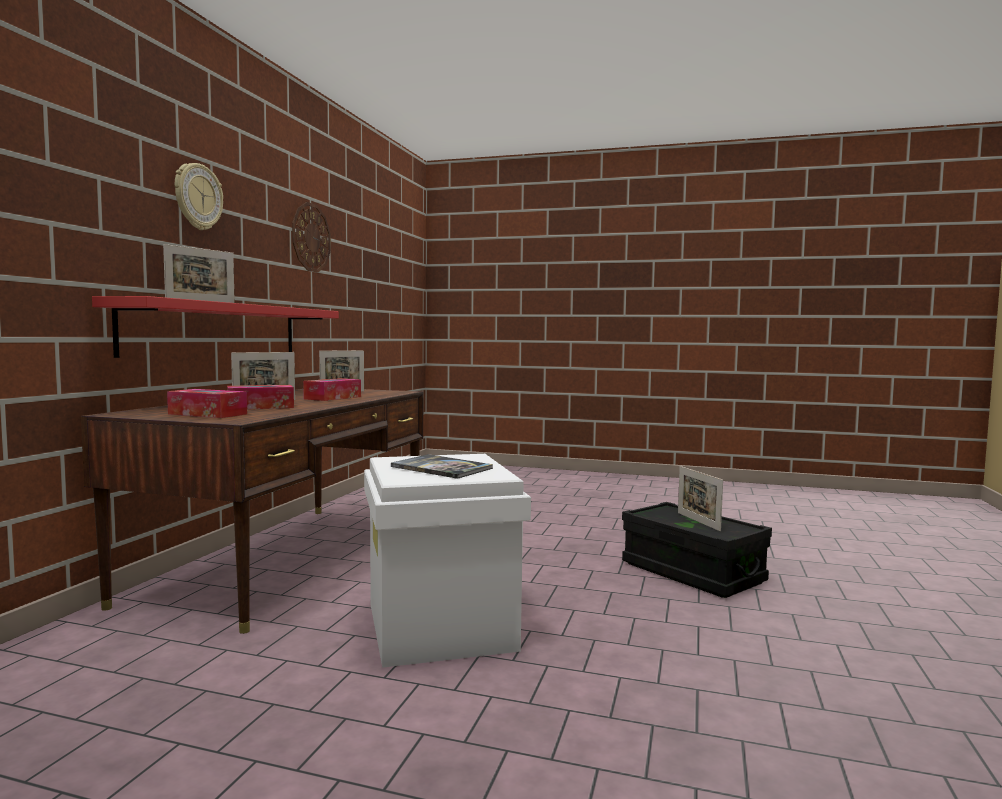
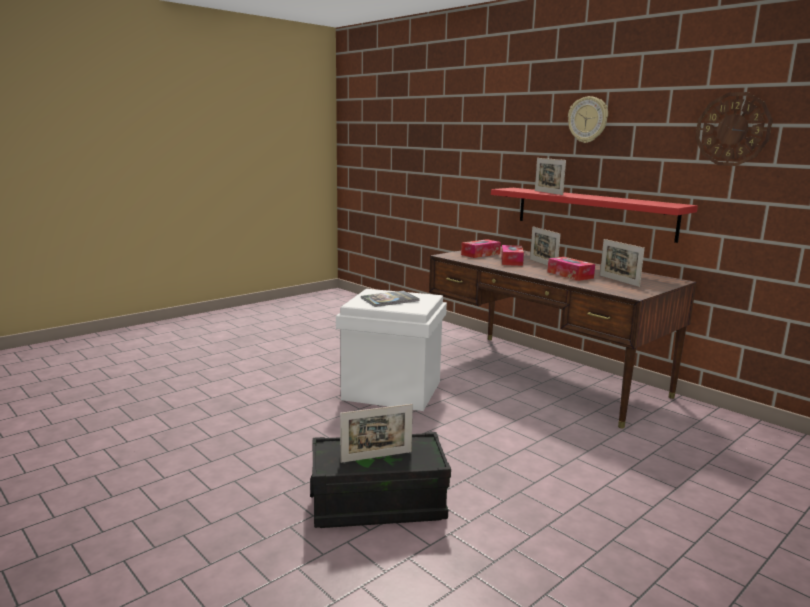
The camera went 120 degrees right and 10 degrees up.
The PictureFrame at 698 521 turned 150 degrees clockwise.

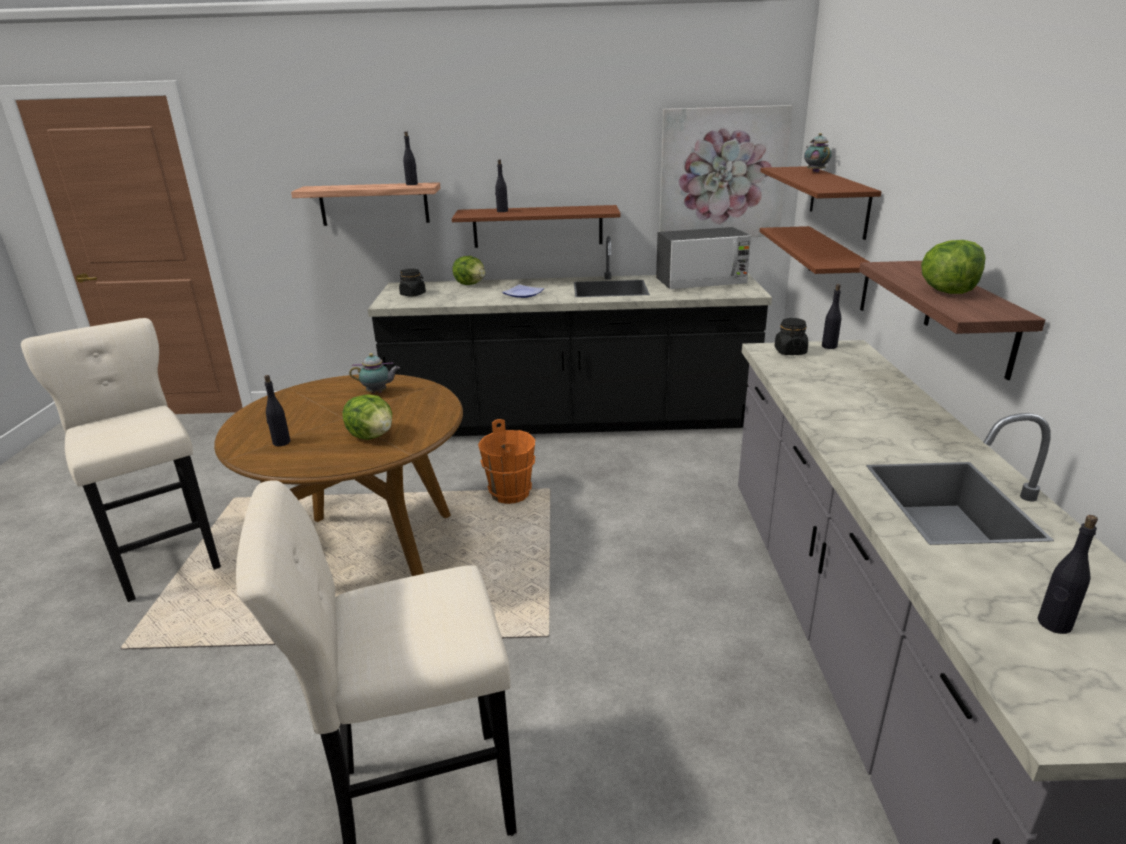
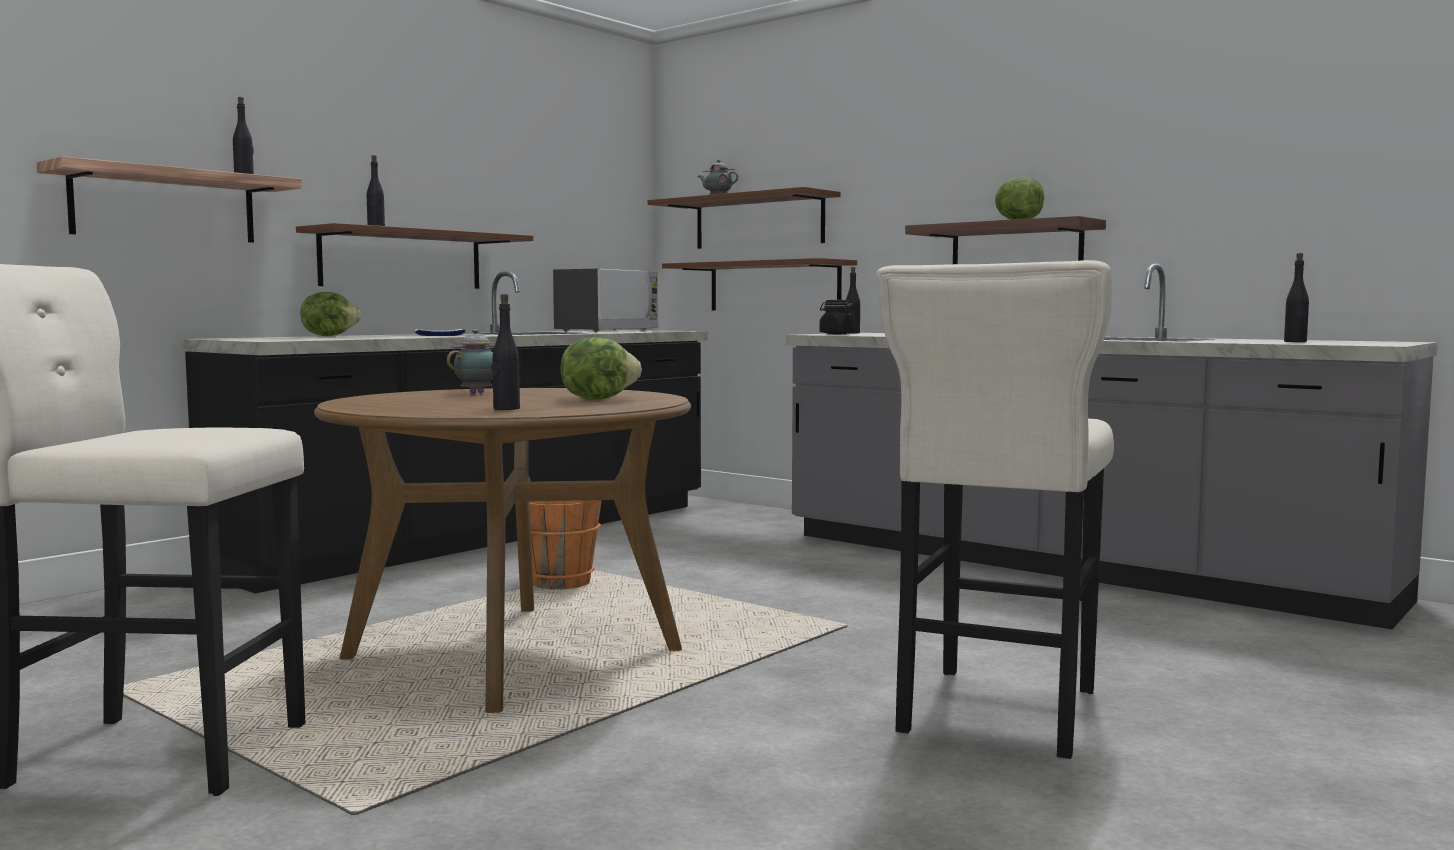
The camera went 50 degrees left and 20 degrees down.
The BlackJar at 413 294 disappeared.
The Picture at 722 174 disappeared.

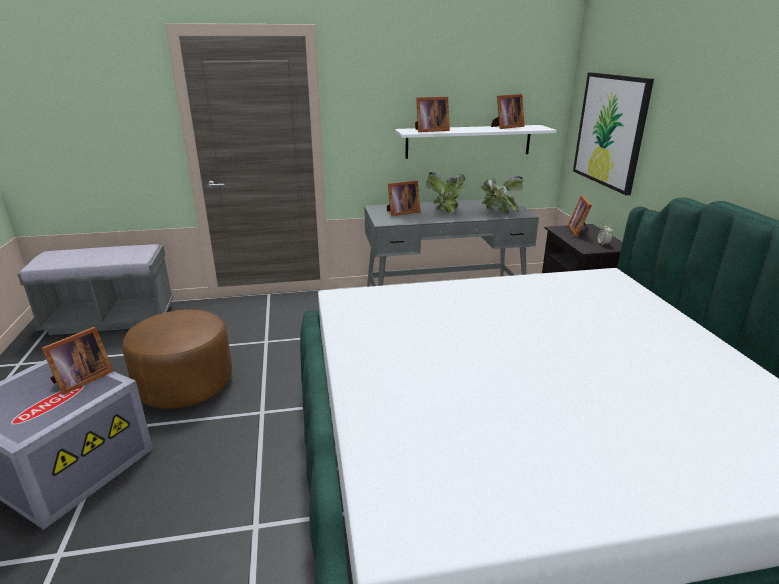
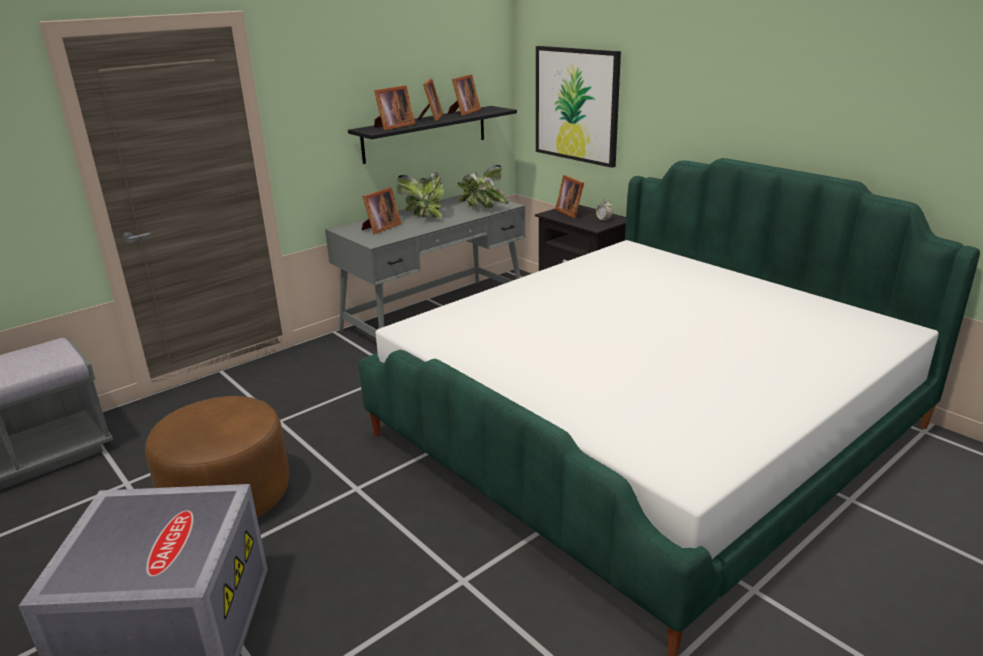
The camera went 30 degrees left and 0 degrees up.
The PictureFrame moved from 81 380 to 431 118.
The WhiteShelf at 468 141 became the BlackShelf at 425 134.

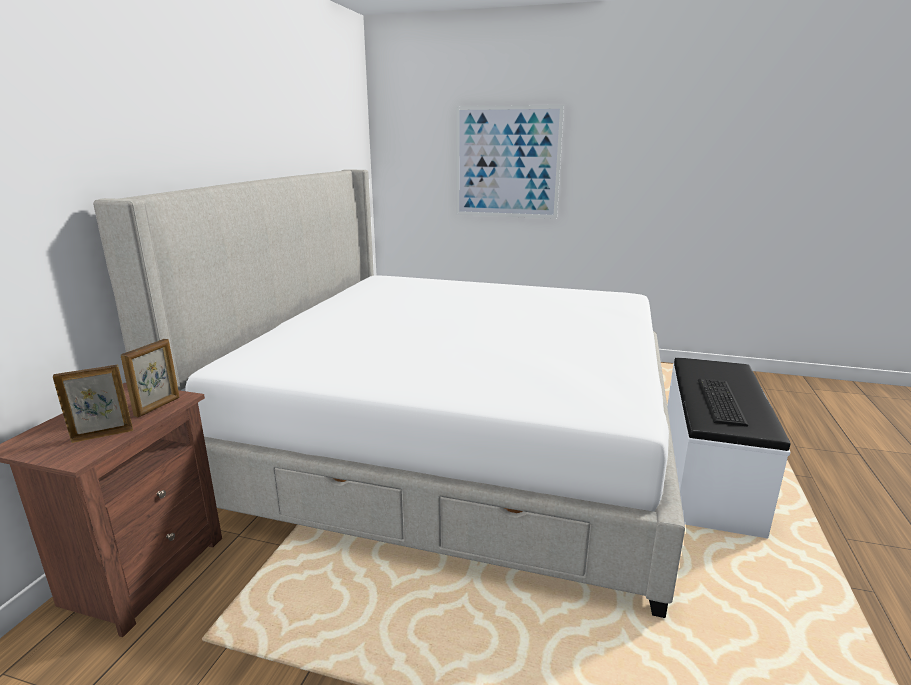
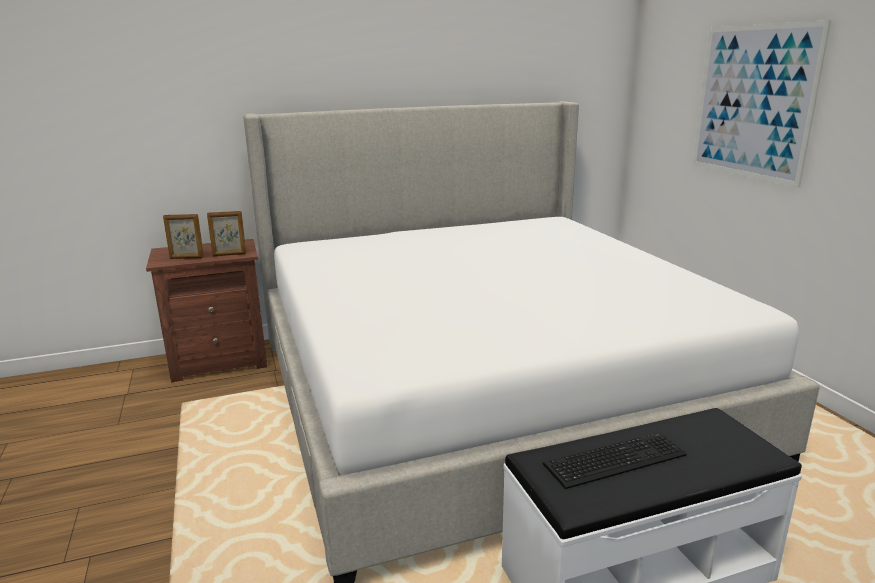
The camera went 55 degrees right and 0 degrees up.
The PictureFrame at 102 435 turned 150 degrees clockwise.

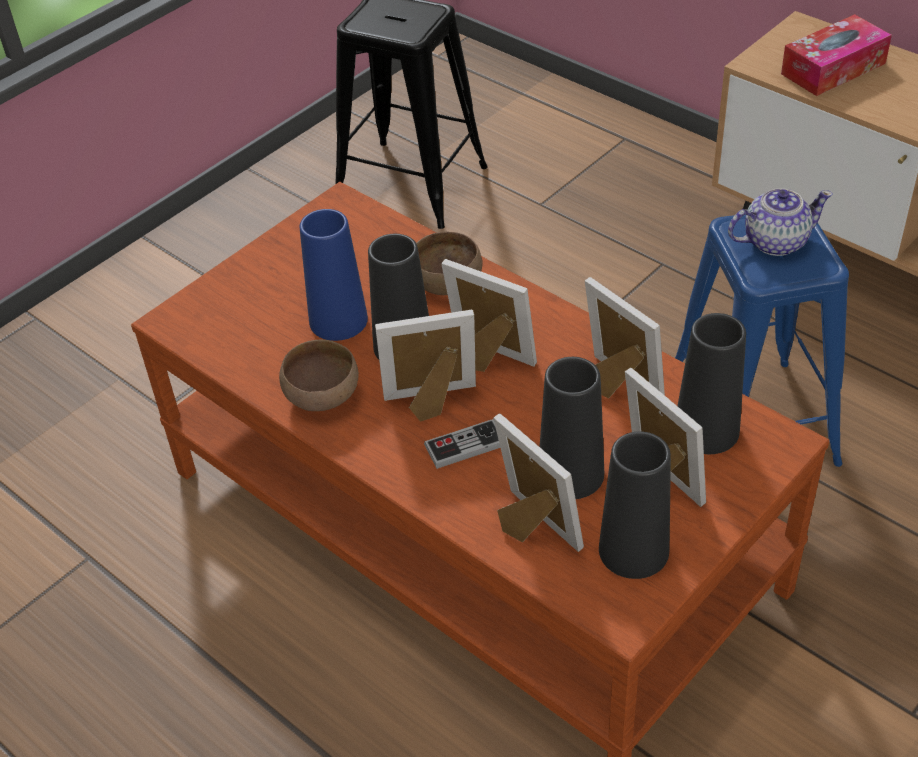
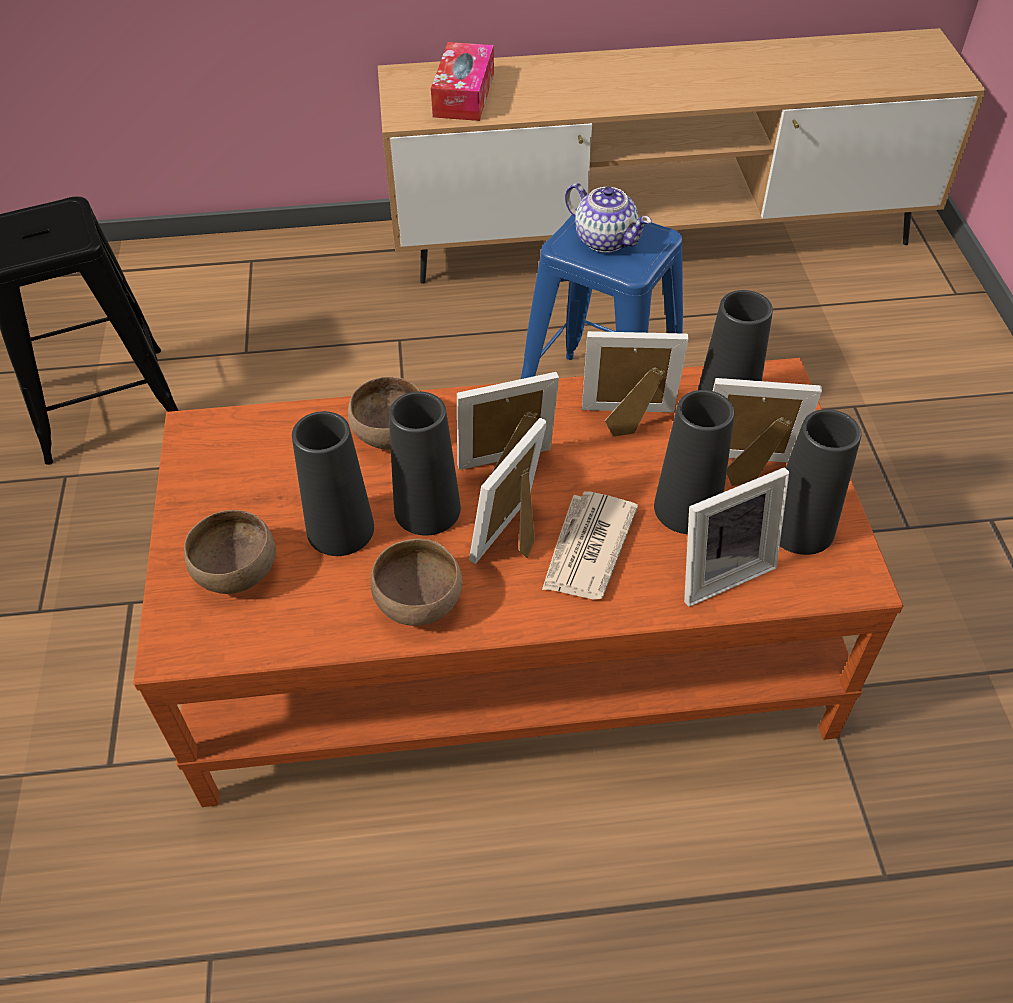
The camera went 50 degrees left and 5 degrees up.
The BlueVase at 338 320 became the BlackVase at 340 529.
The GameController at 465 446 was replaced by the Newspaper at 587 549.
The PictureFrame at 531 529 turned 150 degrees clockwise.
The Teapot at 774 241 turned 105 degrees clockwise.
The BrownBowl at 235 570 appeared.

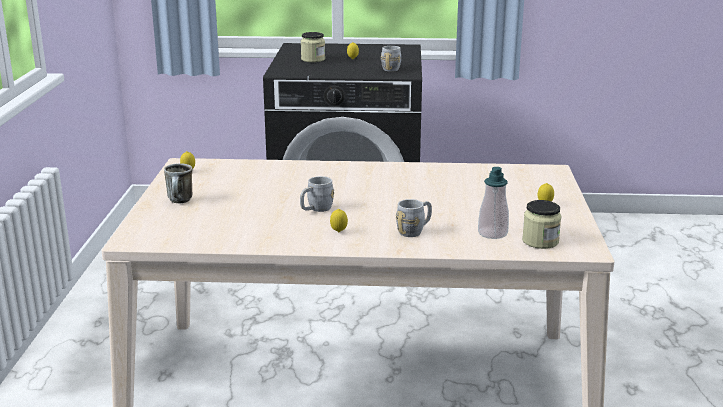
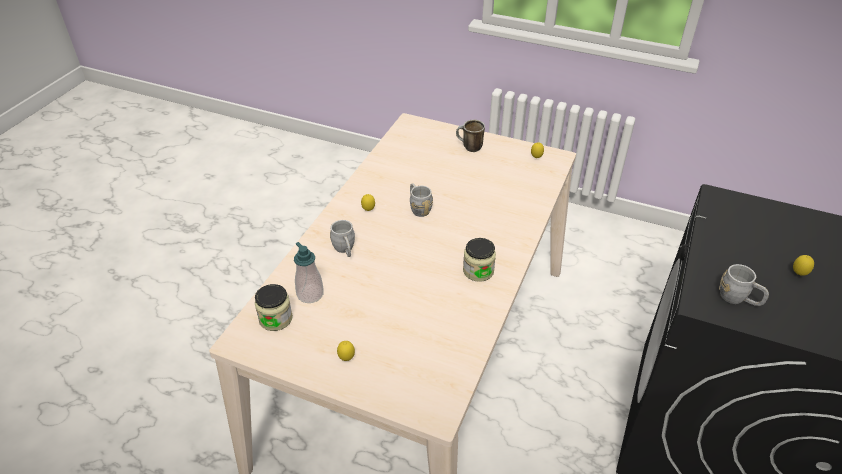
The camera went 110 degrees right and 20 degrees up.
The Jar moved from 313 59 to 478 271.

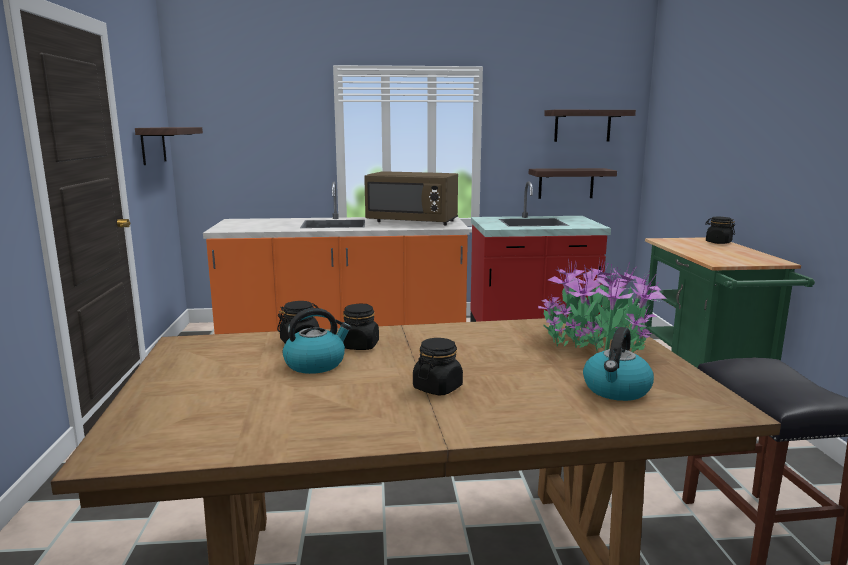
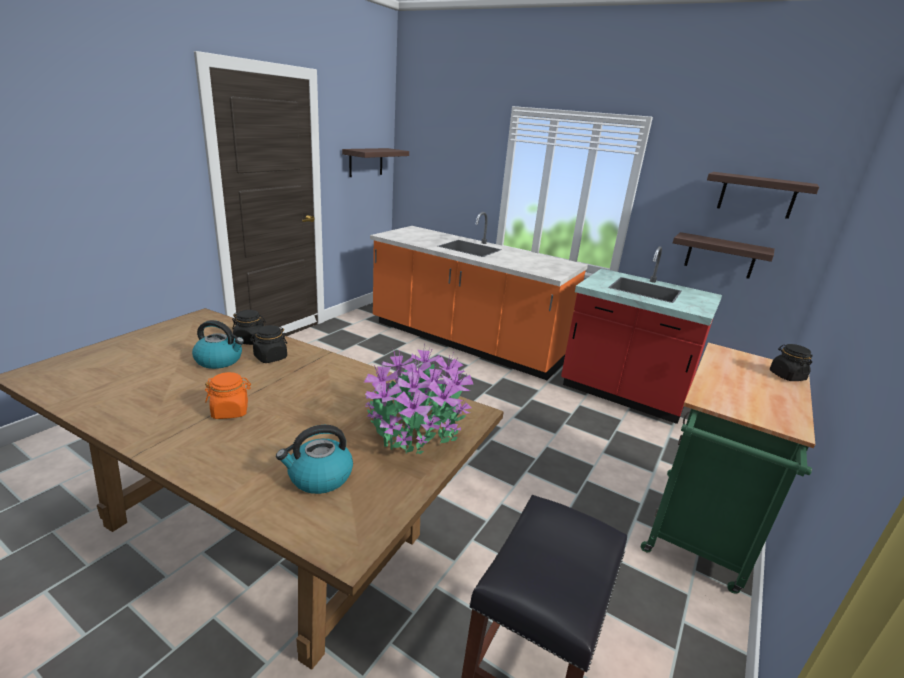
The camera went 35 degrees right and 10 degrees up.
The BrownMicrowave at 412 222 disappeared.
The BlackJar at 437 388 became the OrangeJar at 230 411.

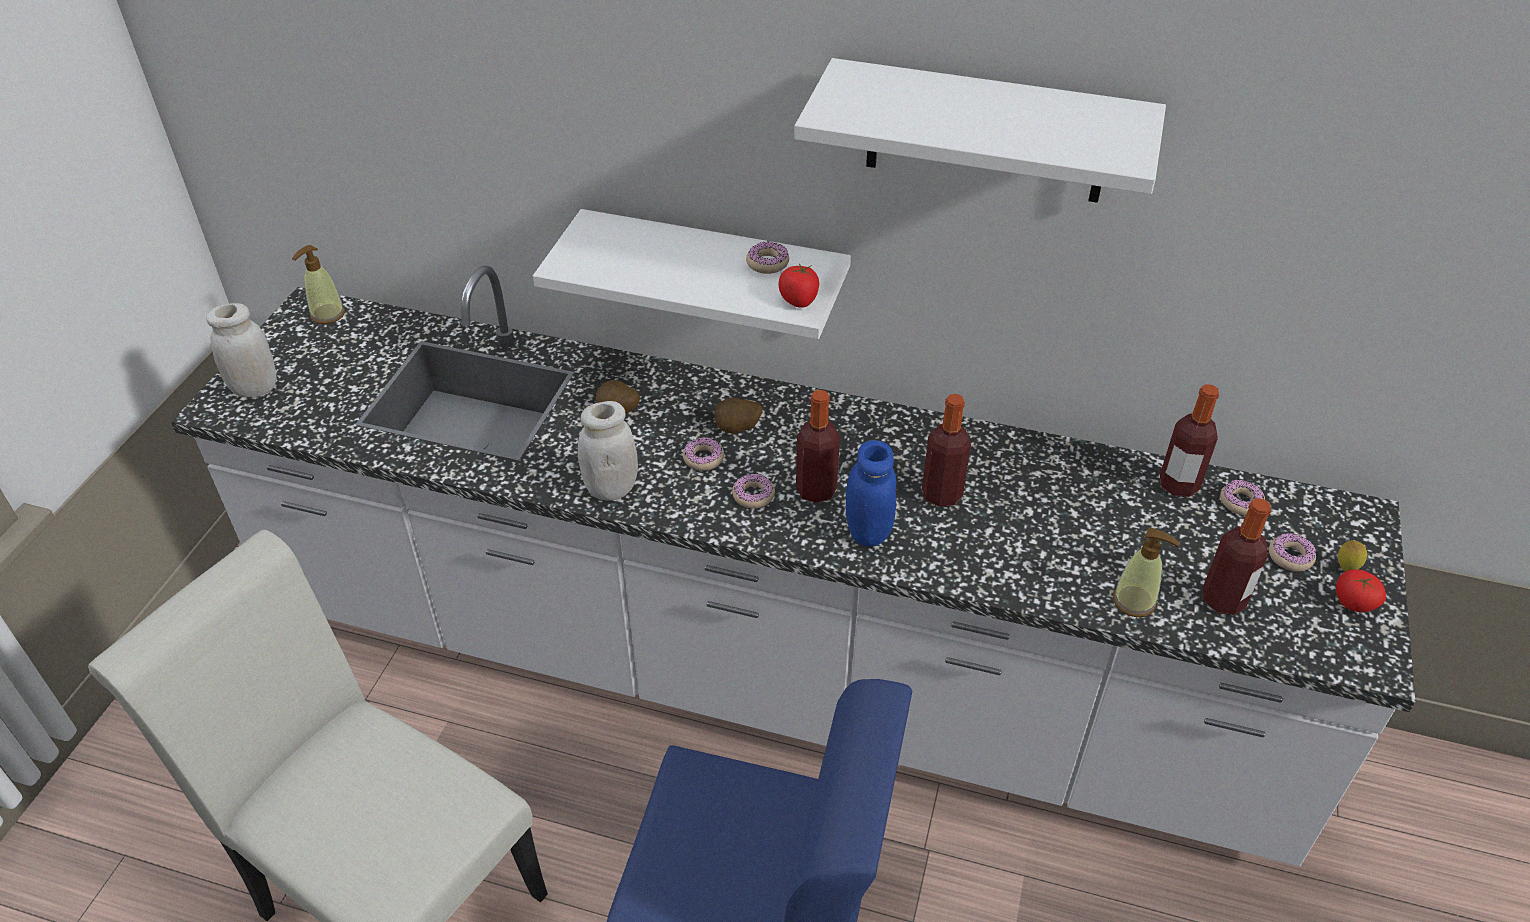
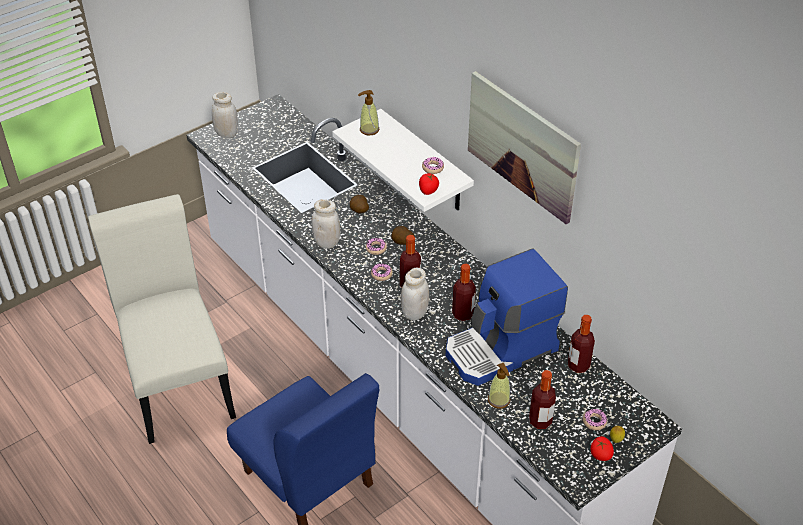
The camera went 35 degrees right and 0 degrees up.
The SoapDispenser moved from 327 314 to 369 130.
The WhiteShelf at 987 132 was replaced by the Picture at 522 146.
The BlueJar at 868 531 became the WhiteJar at 414 313.
The Donut at 1241 502 disappeared.
The CoffeeMachine at 501 350 appeared.

